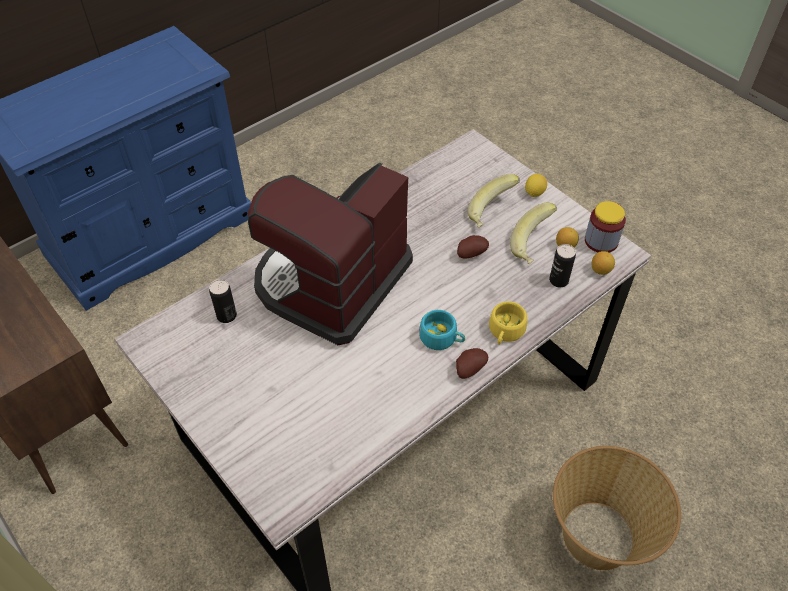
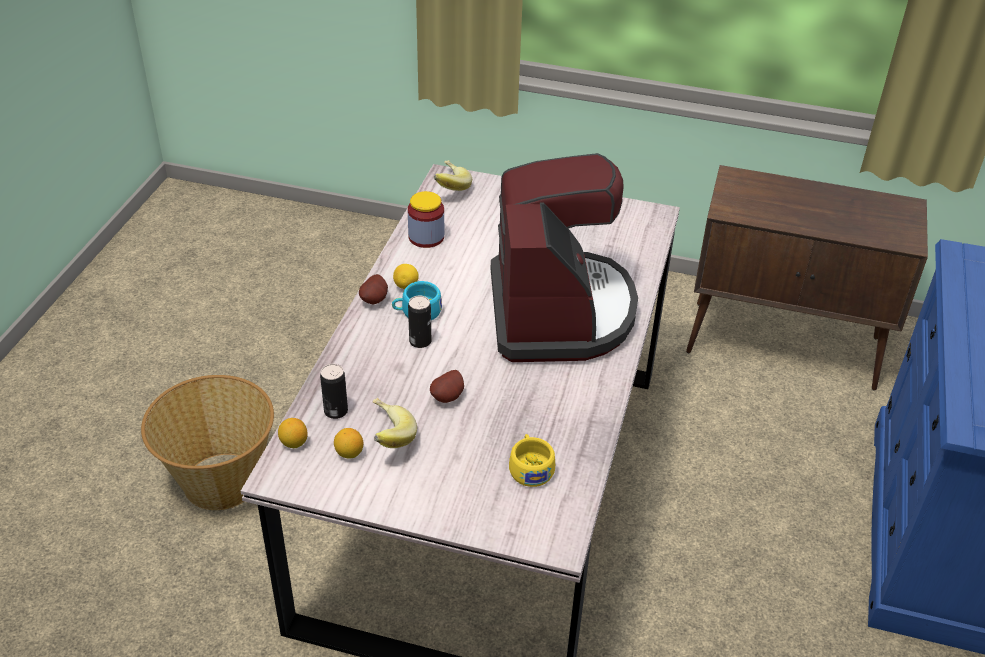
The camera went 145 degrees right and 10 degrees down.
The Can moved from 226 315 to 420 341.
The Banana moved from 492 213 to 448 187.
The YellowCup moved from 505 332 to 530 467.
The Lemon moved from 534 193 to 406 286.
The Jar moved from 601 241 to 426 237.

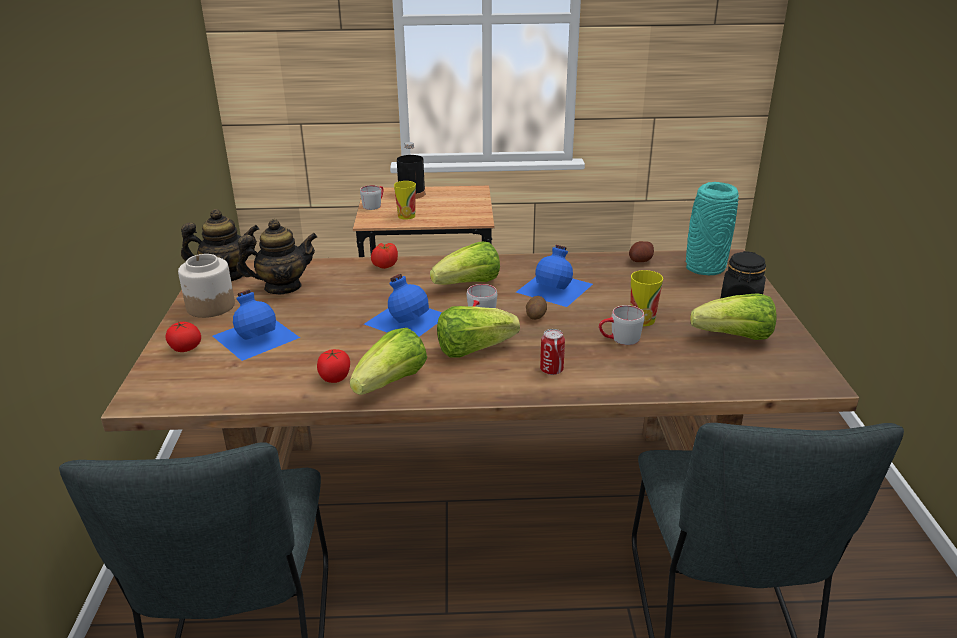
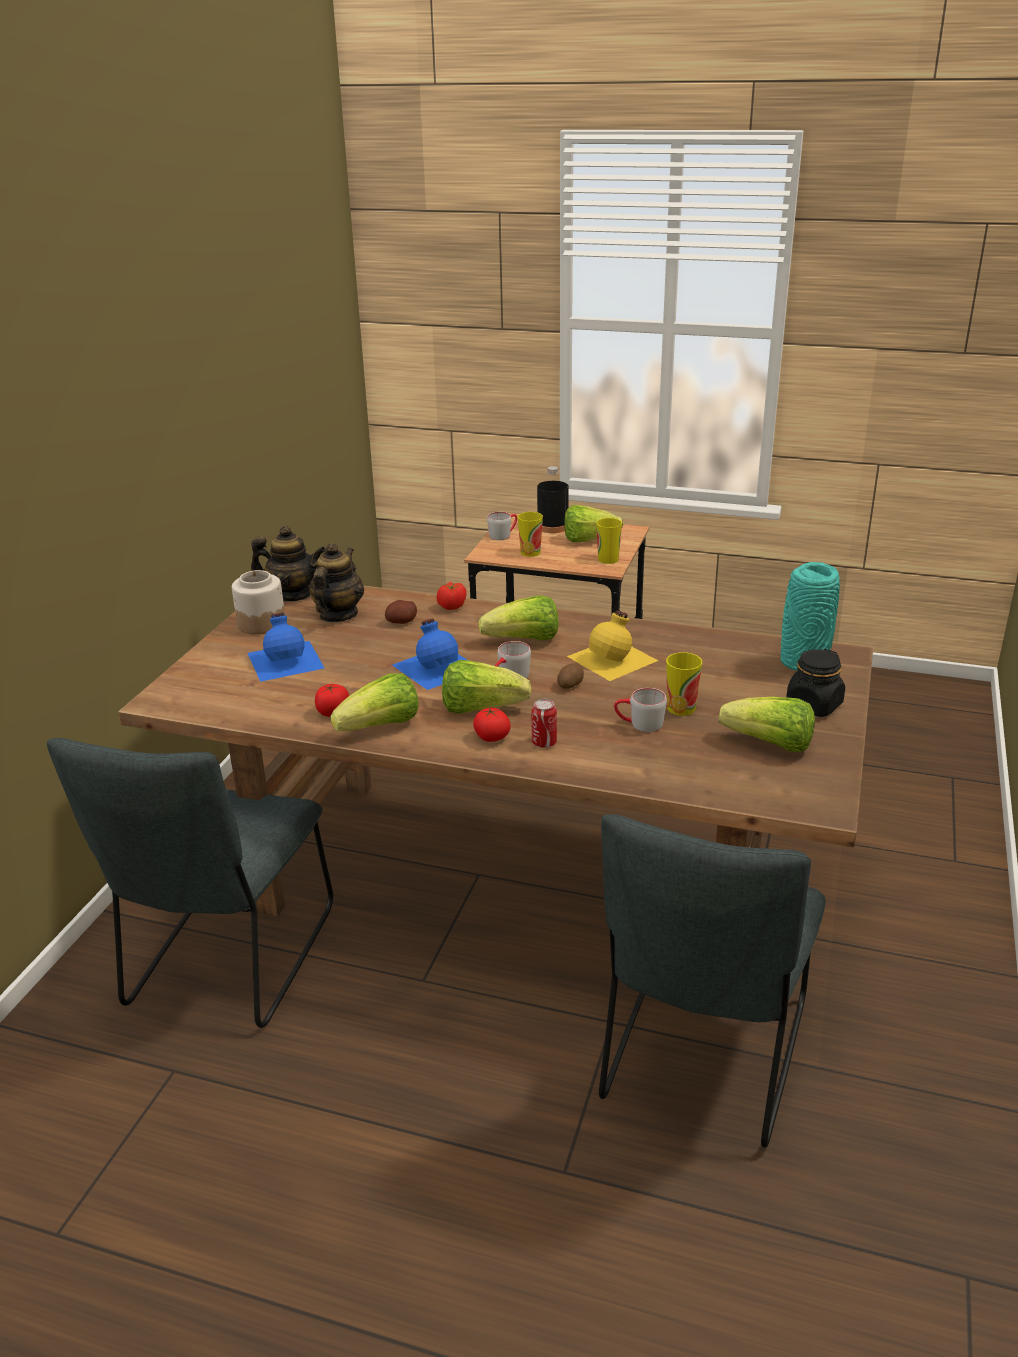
The camera went 20 degrees right and 0 degrees up.
The Tomato moved from 185 348 to 491 737.
The Teapot at 282 287 turned 75 degrees counterclockwise.
The BlueBottle at 556 287 became the YellowBottle at 614 658.
The Potato moved from 640 261 to 401 622.
The Lettuce at 593 540 appeared.
The Cup at 608 559 appeared.

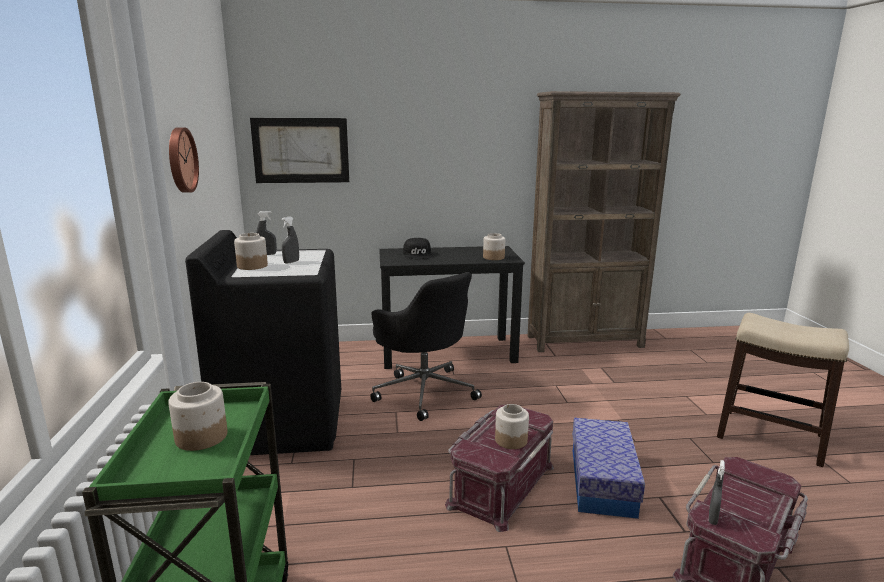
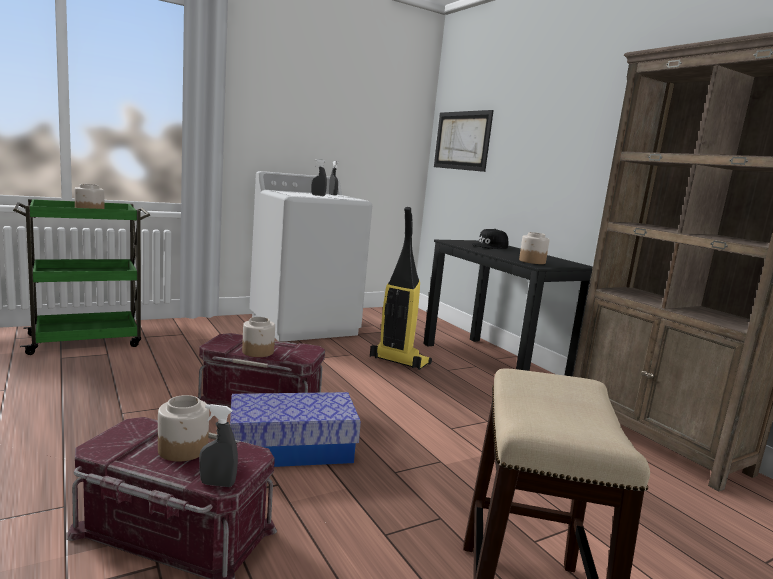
The camera went 65 degrees right and 5 degrees down.
The WallClock at 180 160 disappeared.
The BlackWashingMachine at 282 423 became the WhiteWashingMachine at 304 325.
The Jar moved from 252 266 to 183 449.
The BlackOfficeChair at 424 391 was replaced by the VacuumCleaner at 398 361.
The GreySprayBottle moved from 712 518 to 217 484.

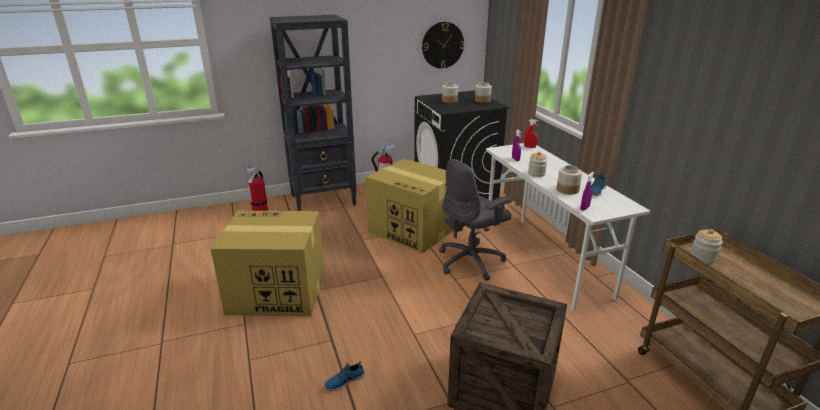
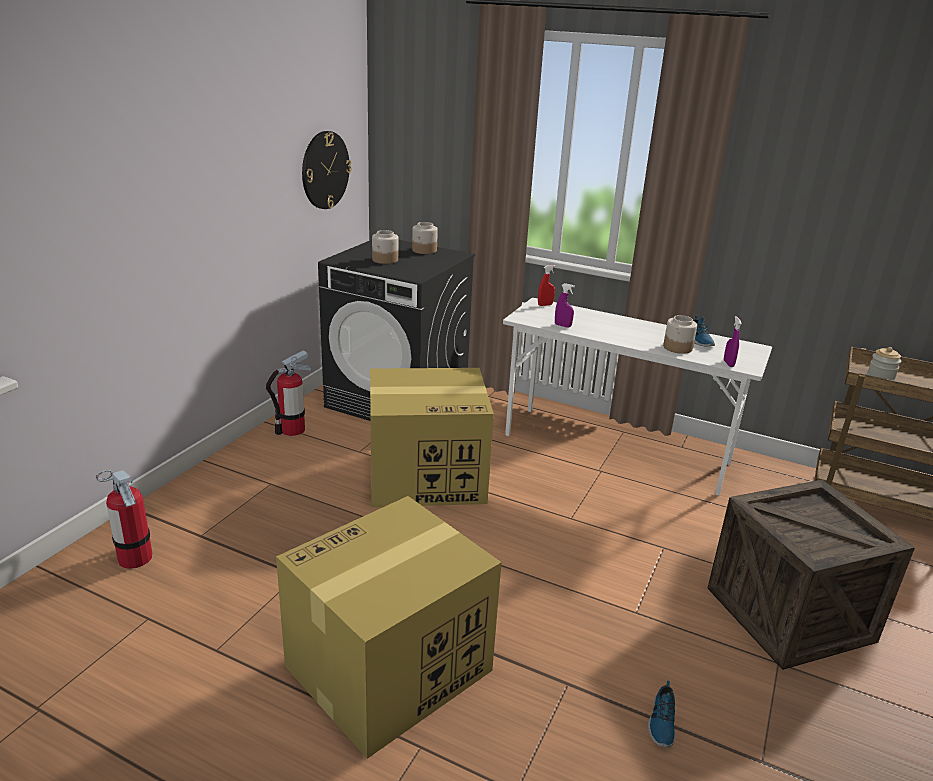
The camera went 45 degrees left and 0 degrees up.
The BlackBookcase at 324 200 disappeared.
The GreyOfficeChair at 471 261 disappeared.
The Jar at 536 173 disappeared.

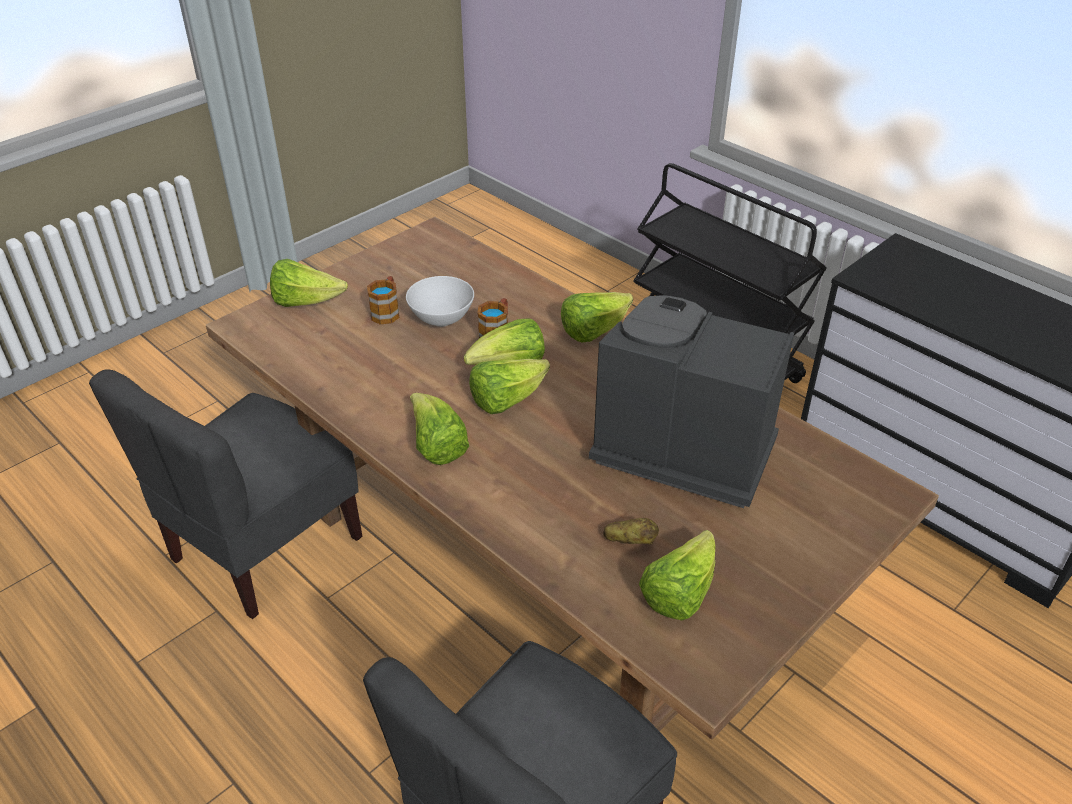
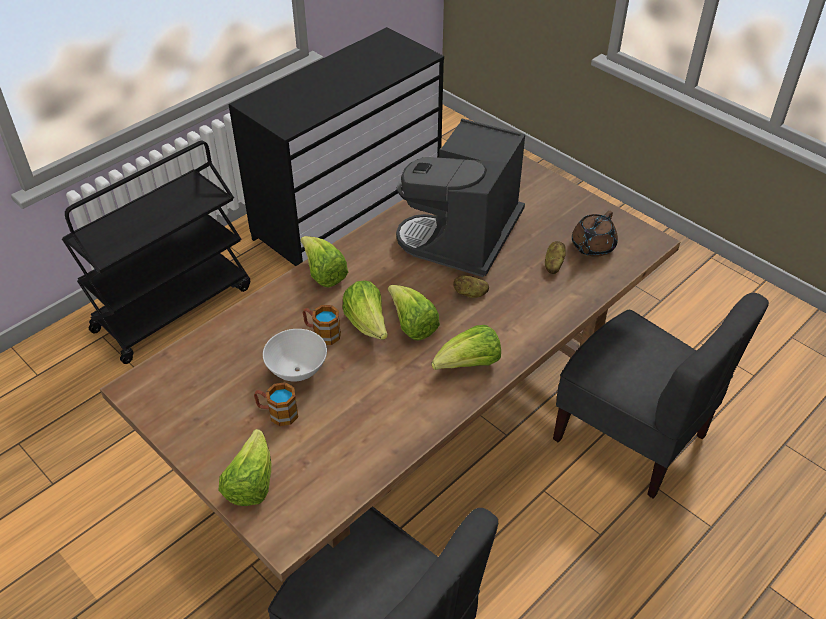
The camera went 90 degrees left and 5 degrees up.
The Lettuce at 679 593 was replaced by the BrownTeapot at 592 246.
The Potato at 470 294 appeared.

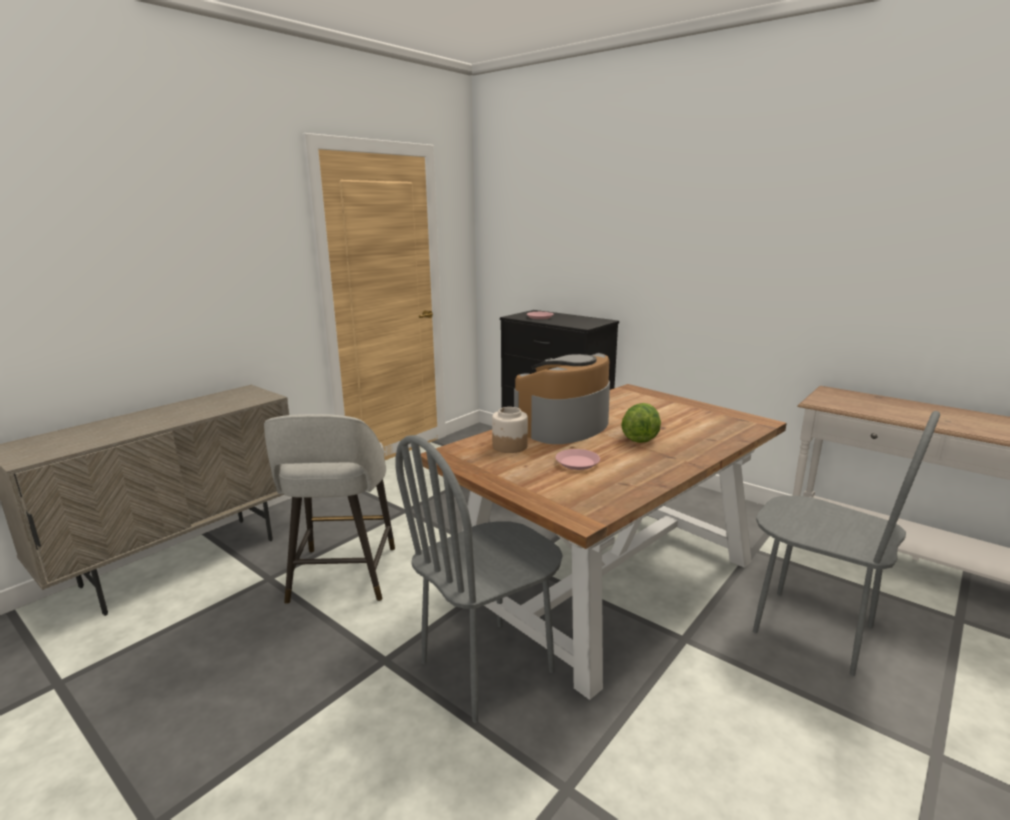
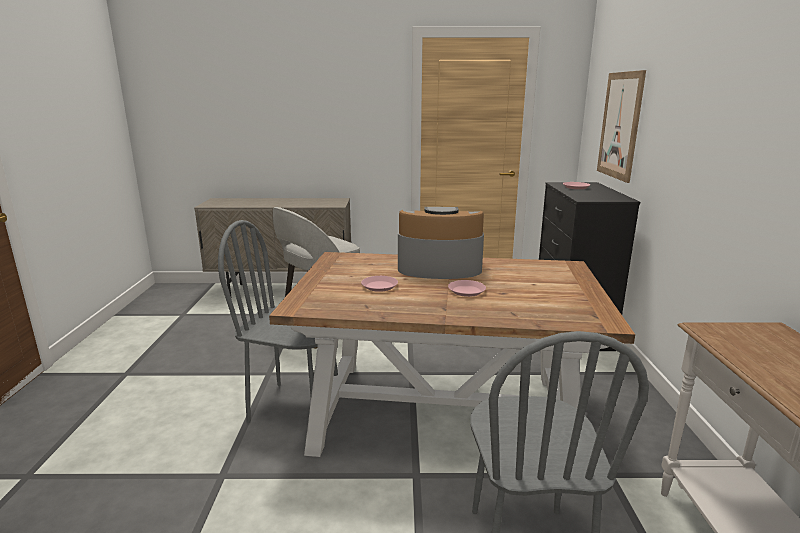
The camera went 50 degrees right and 0 degrees up.
The Jar at 509 446 disappeared.
The Lettuce at 640 437 was replaced by the PinkPlate at 466 291.
The Picture at 620 125 appeared.

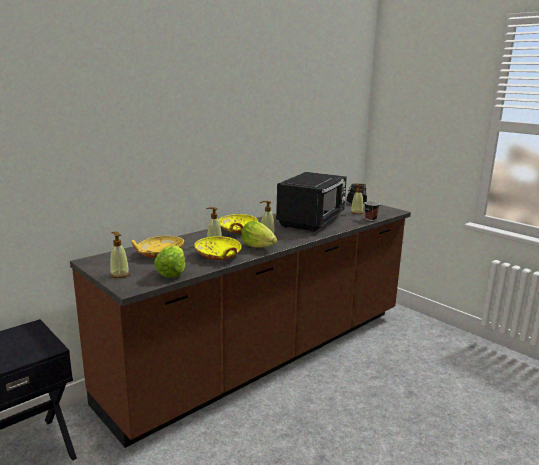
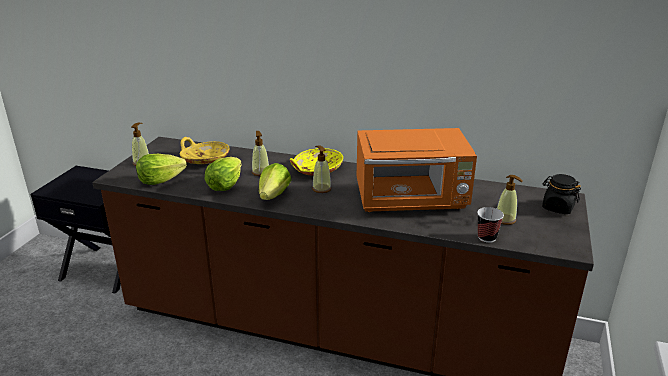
The camera went 60 degrees right and 10 degrees up.
The YellowBowl at 218 256 was replaced by the Lettuce at 225 185.
The BlackMicrowave at 312 221 became the OrangeMicrowave at 412 200.

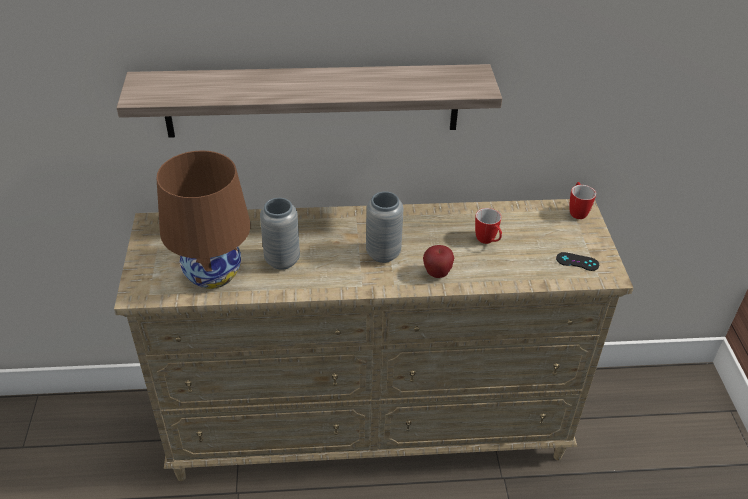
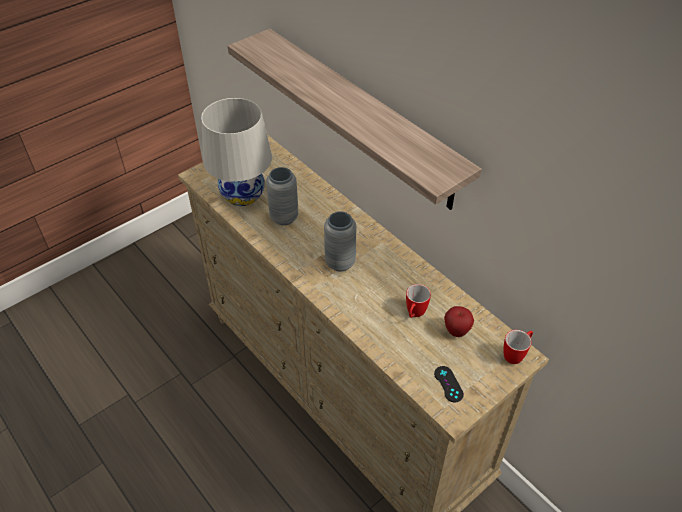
The camera went 55 degrees right and 5 degrees up.
The BrownTableLamp at 212 273 became the WhiteTableLamp at 243 194.
The Apple moved from 437 273 to 456 331.

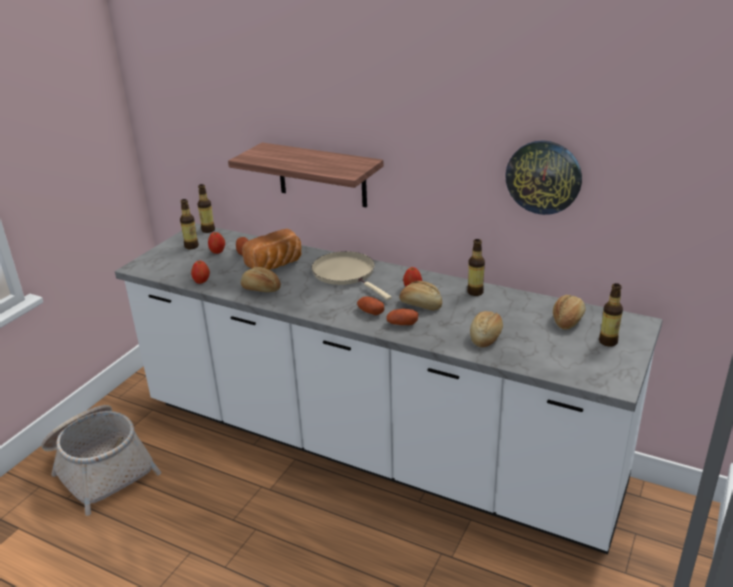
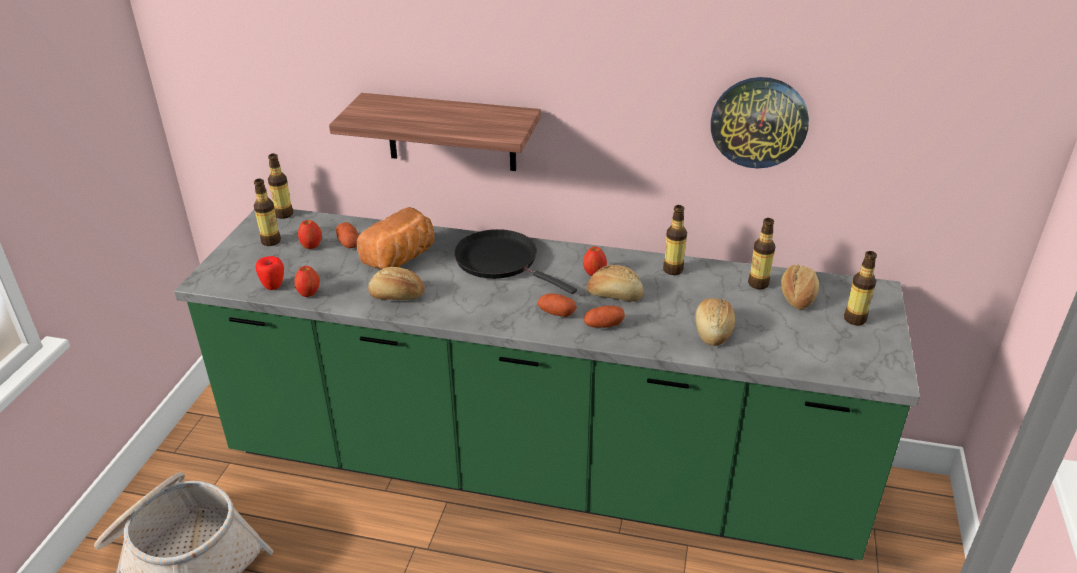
The camera went 15 degrees left and 5 degrees up.
The WhiteCounter at 372 448 became the GreenCounter at 539 471.
The BeigeFryingPan at 346 274 became the BlackFryingPan at 501 261.
The Apple at 273 286 appeared.
The Bottle at 758 284 appeared.

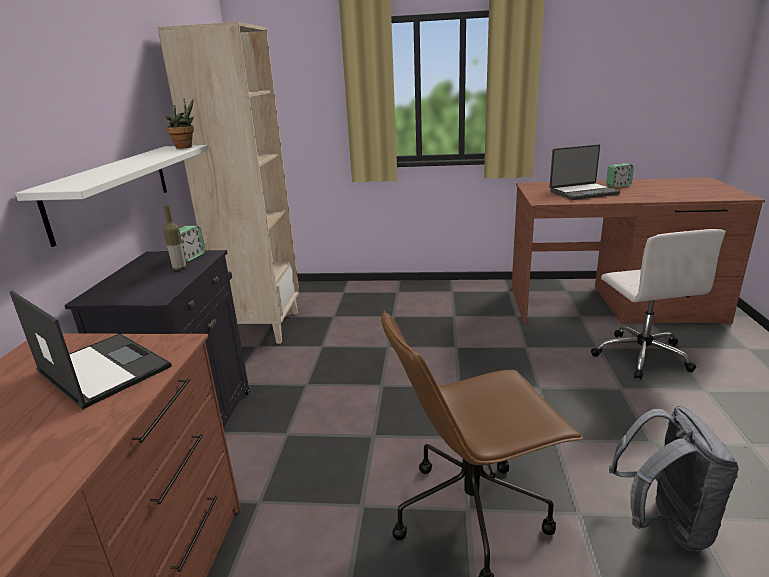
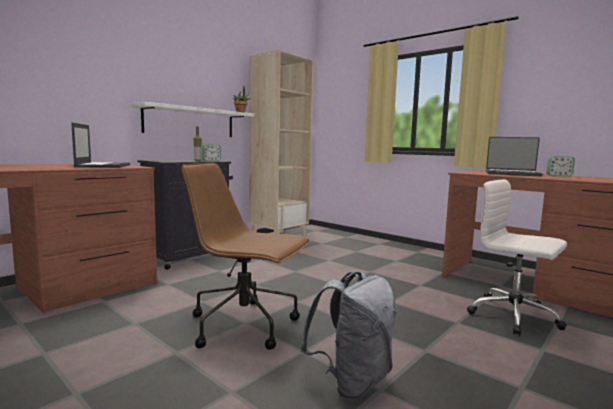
The camera went 35 degrees right and 15 degrees down.
The WhiteOfficeChair at 641 355 turned 105 degrees clockwise.

